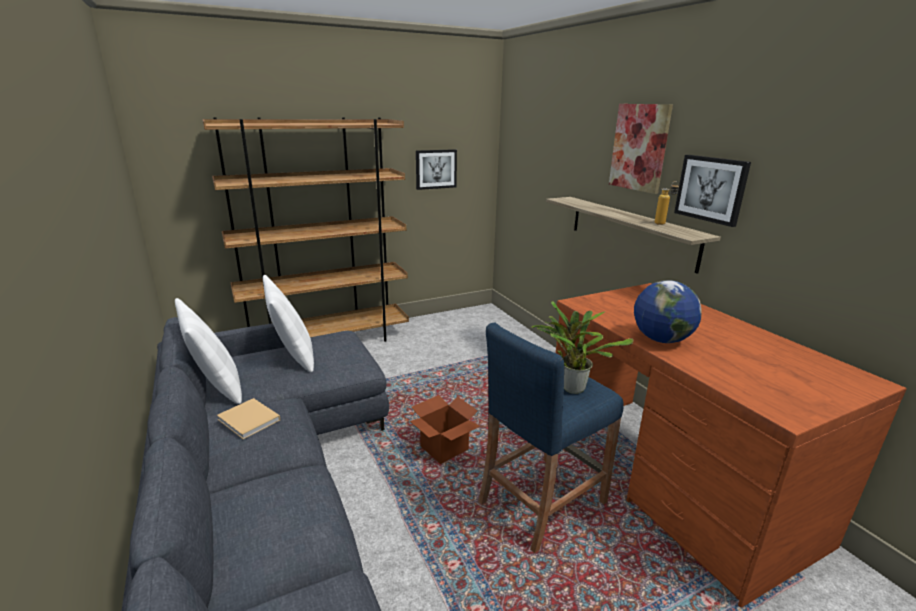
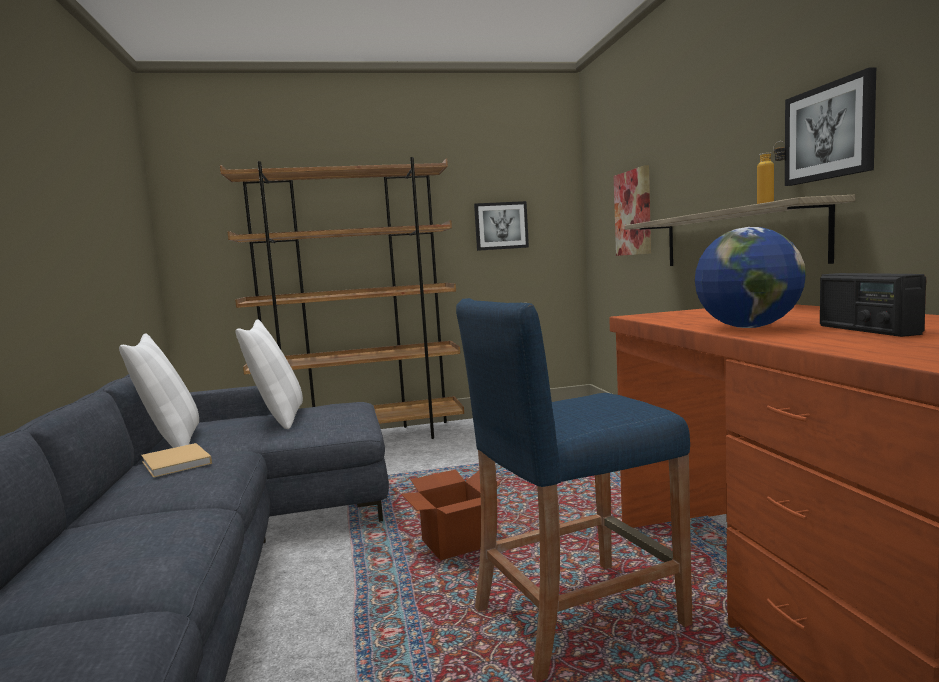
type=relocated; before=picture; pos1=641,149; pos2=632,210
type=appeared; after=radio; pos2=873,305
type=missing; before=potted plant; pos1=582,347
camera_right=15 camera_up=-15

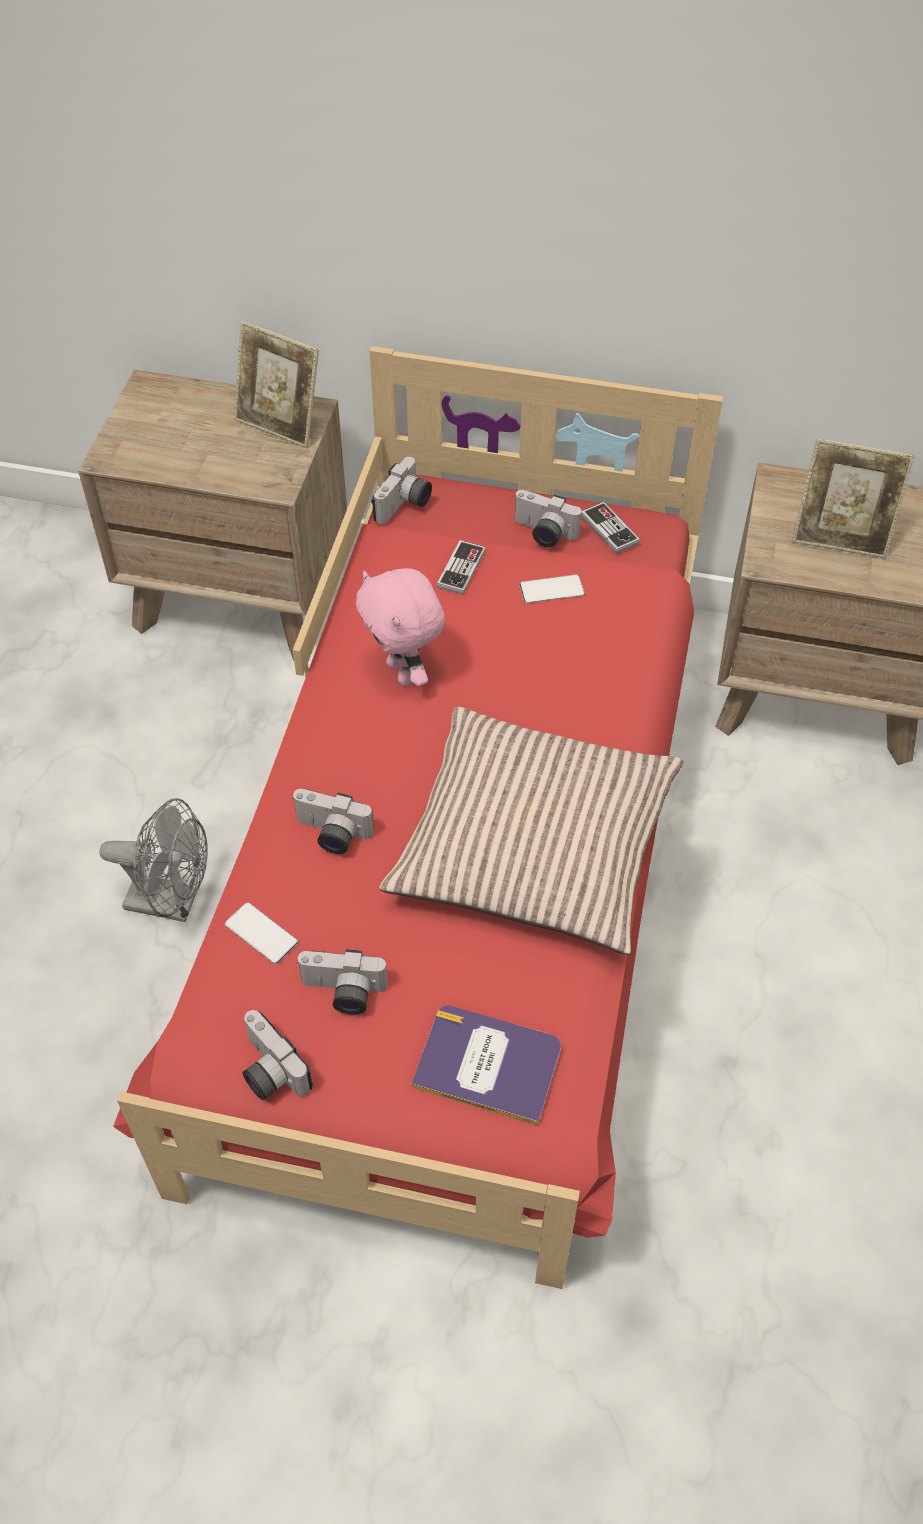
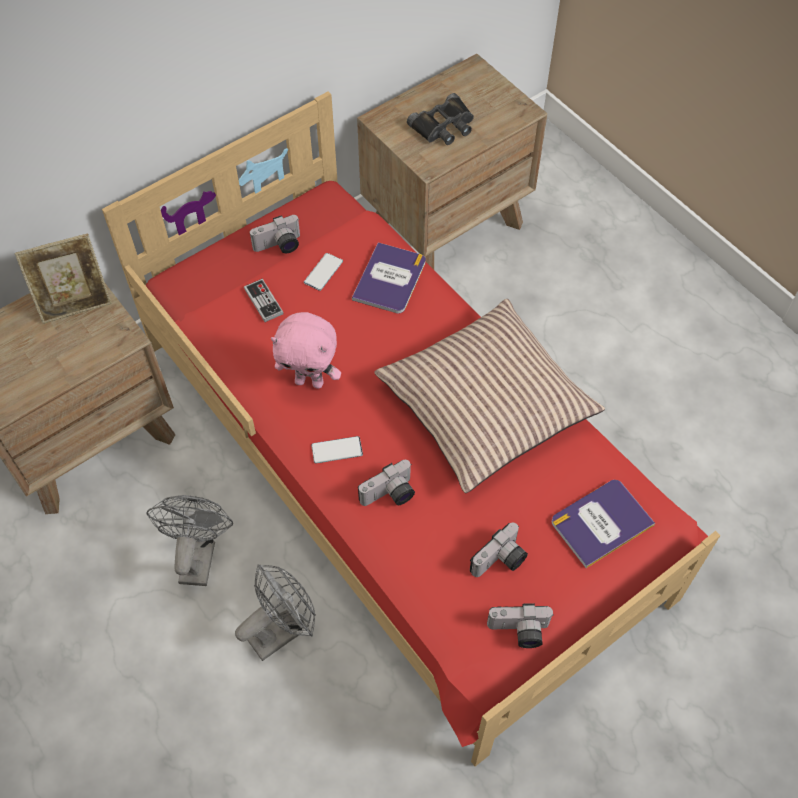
type=appeared; after=fan in grey; pos2=189,540
type=relocated; before=phone; pos1=261,933; pos2=337,449
type=appeared; after=book; pos2=389,277
type=exchanged; before=picture frame; after=binoculars in black; pos1=853,498; pos2=440,119
type=missing; before=photo camera; pos1=401,490
type=missing; before=game controller; pos1=610,528
camera_right=-50 camera_up=5

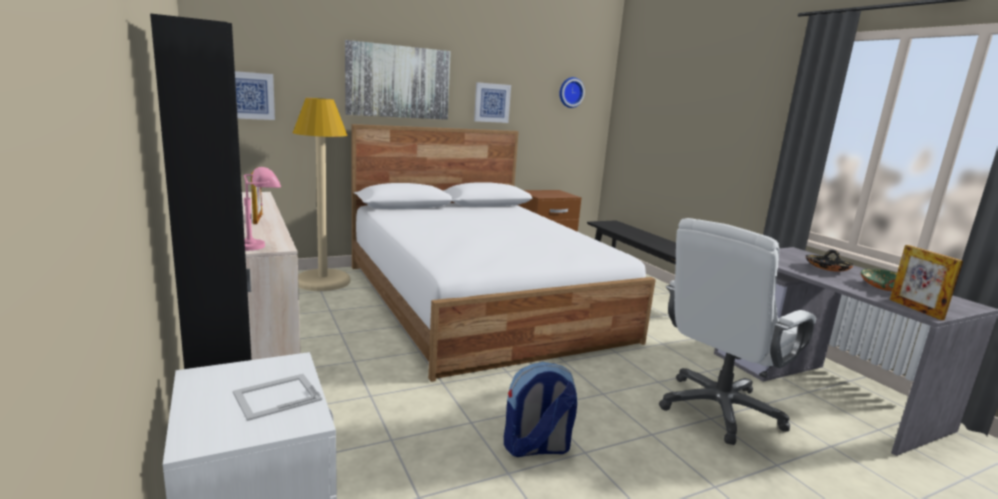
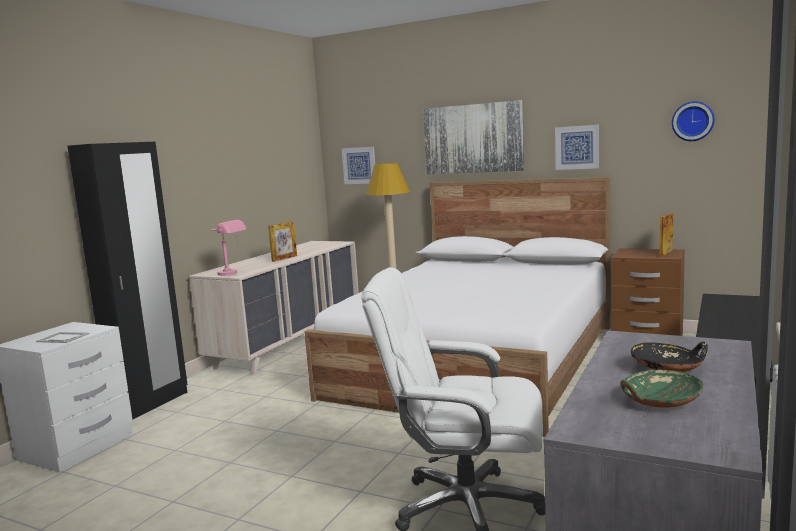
type=relocated; before=picture frame; pos1=926,282; pos2=666,235
type=missing; before=backpack; pos1=540,409
camera_right=55 camera_up=-5

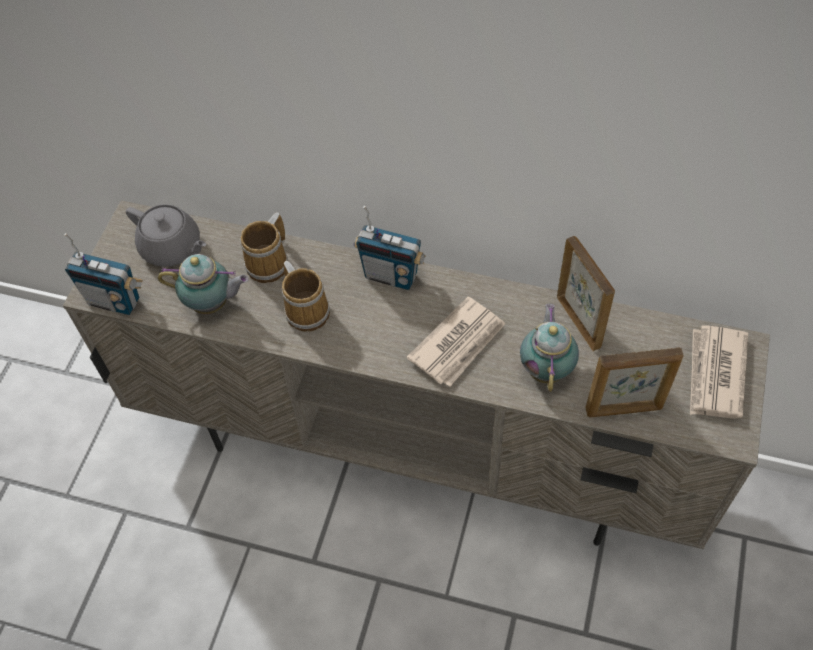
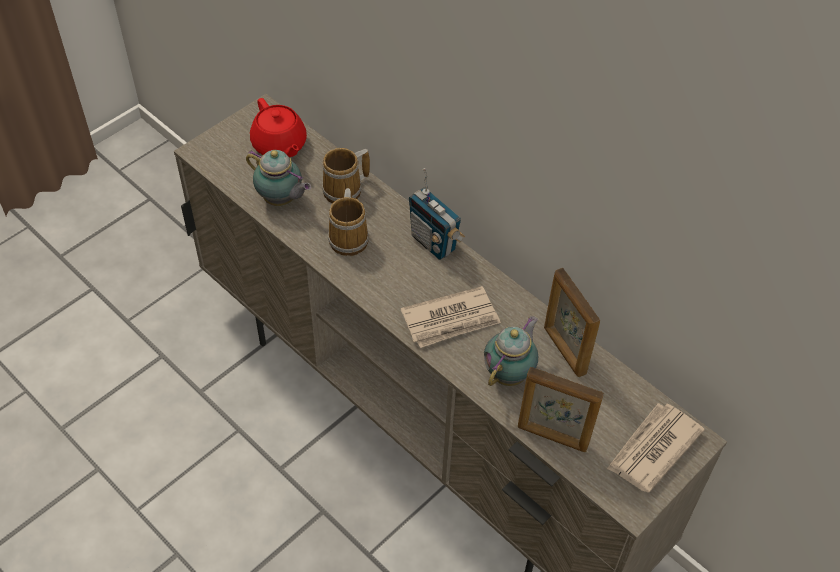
type=colour; before=teapot in grey; after=teapot in red; pos1=166,235; pos2=278,127
type=spun; before=picture frame; pos1=586,293; pos2=572,322; turn=150
type=missing; before=radio; pos1=103,274
camera_right=25 camera_up=-5

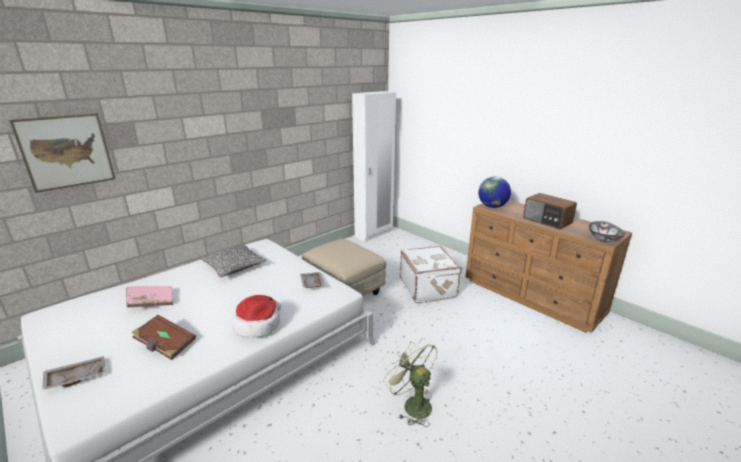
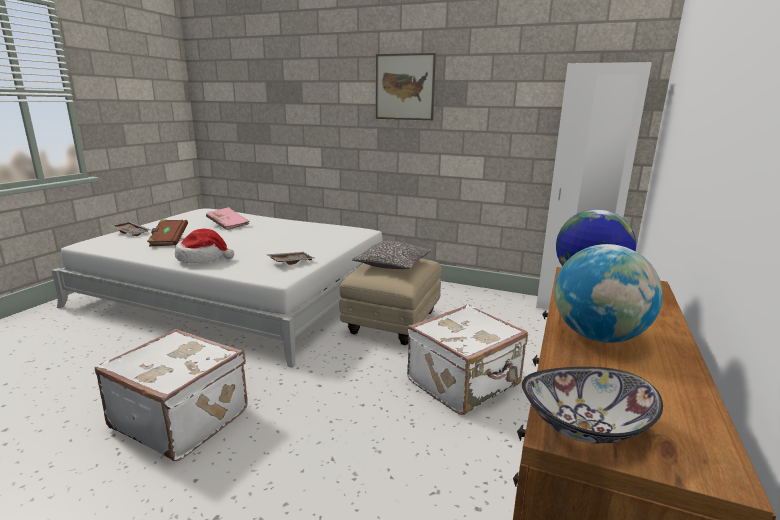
type=exchanged; before=fan in green; after=suitcase in white; pos1=410,382; pos2=171,395
type=relocated; before=pillow; pos1=233,260; pos2=391,255
type=relocated; before=picture; pos1=62,153; pos2=406,86
type=exchanged; before=radio; after=globe; pos1=550,211; pos2=608,293
camera_right=65 camera_up=-5

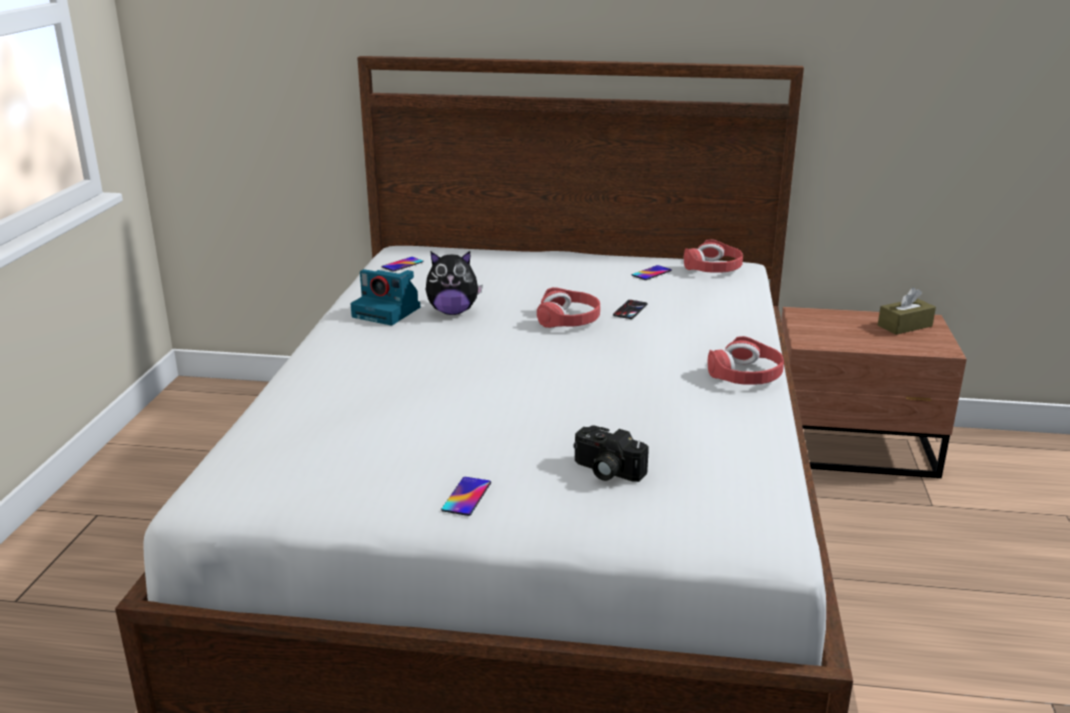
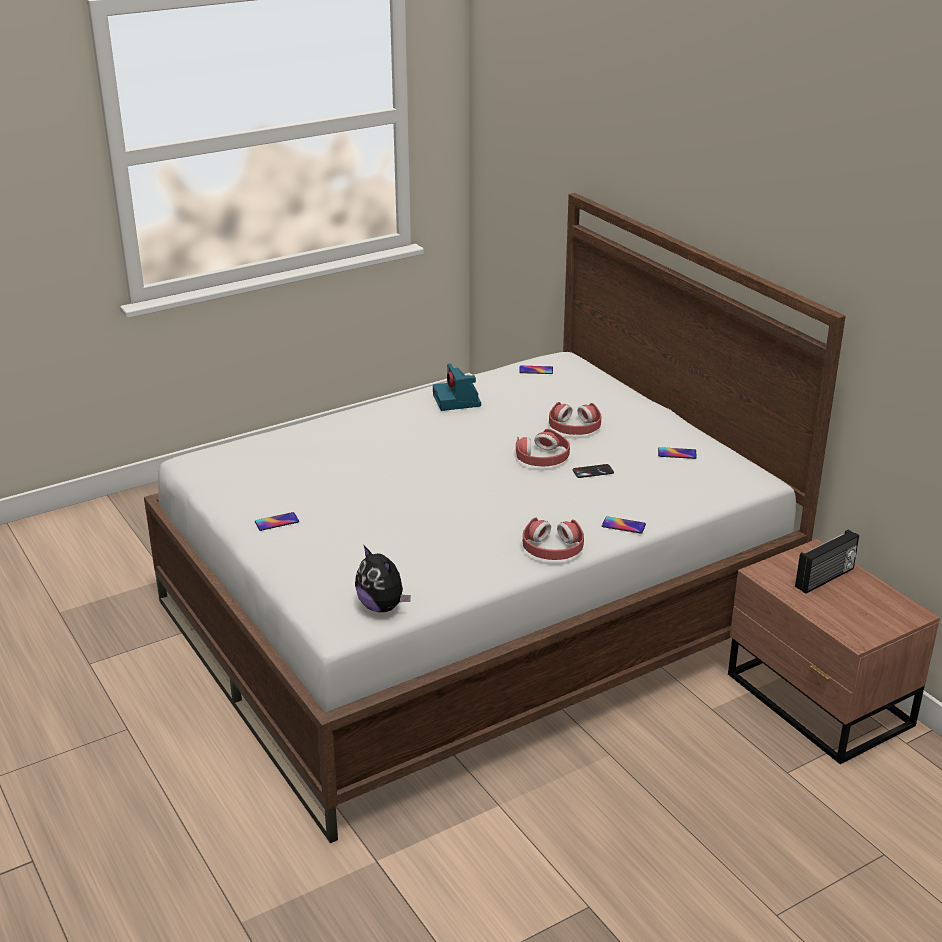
type=relocated; before=plush toy; pos1=454,283; pos2=383,579
type=relocated; before=headphones in red; pos1=713,256; pos2=575,418
type=appeared; after=phone; pos2=624,525
type=appeared; after=radio; pos2=827,562
type=missing; before=photo camera; pos1=611,454
type=missing; before=tissue box in brown; pos1=907,311
camera_right=50 camera_up=5

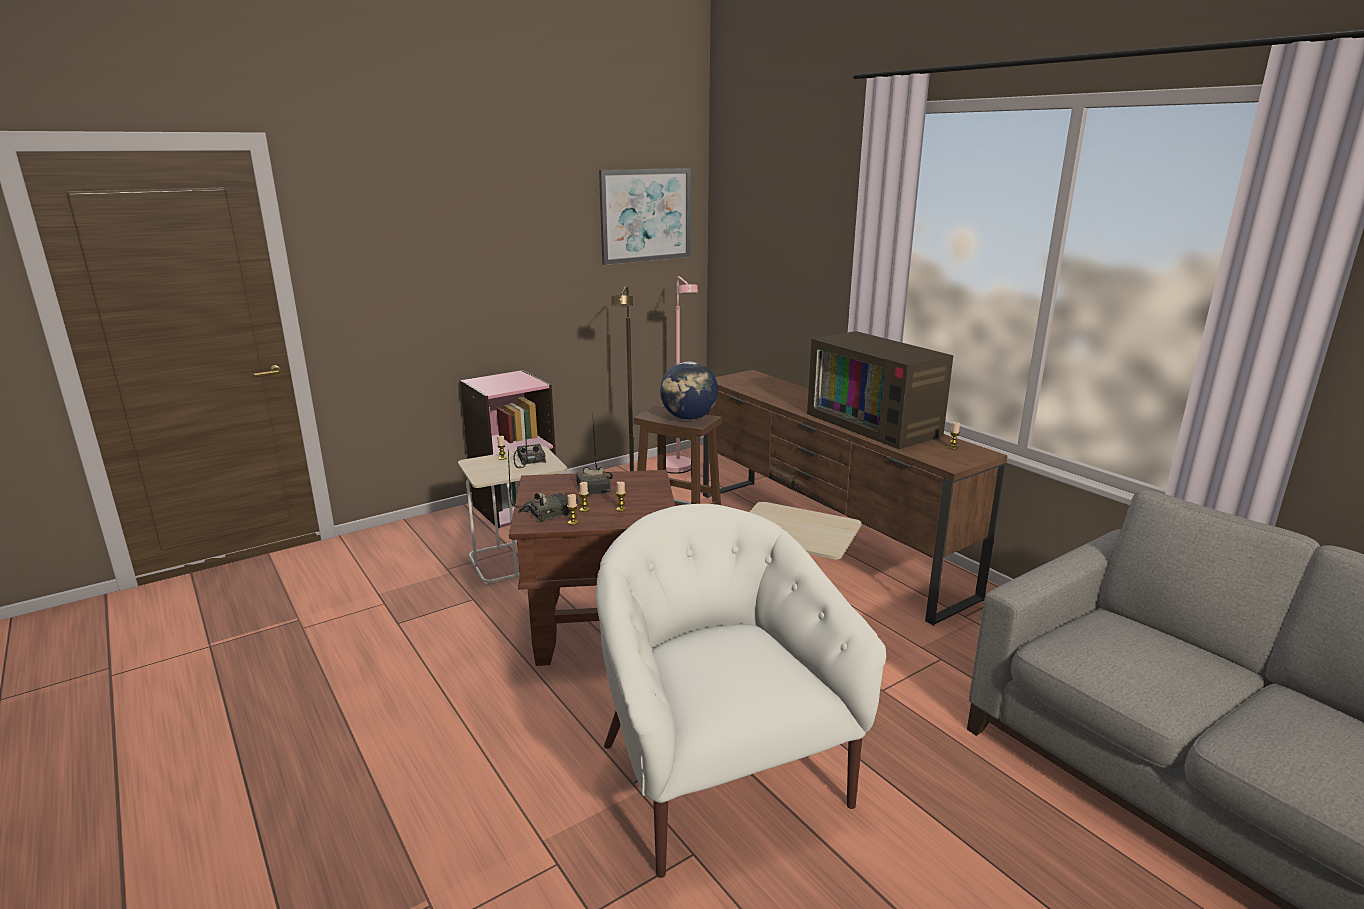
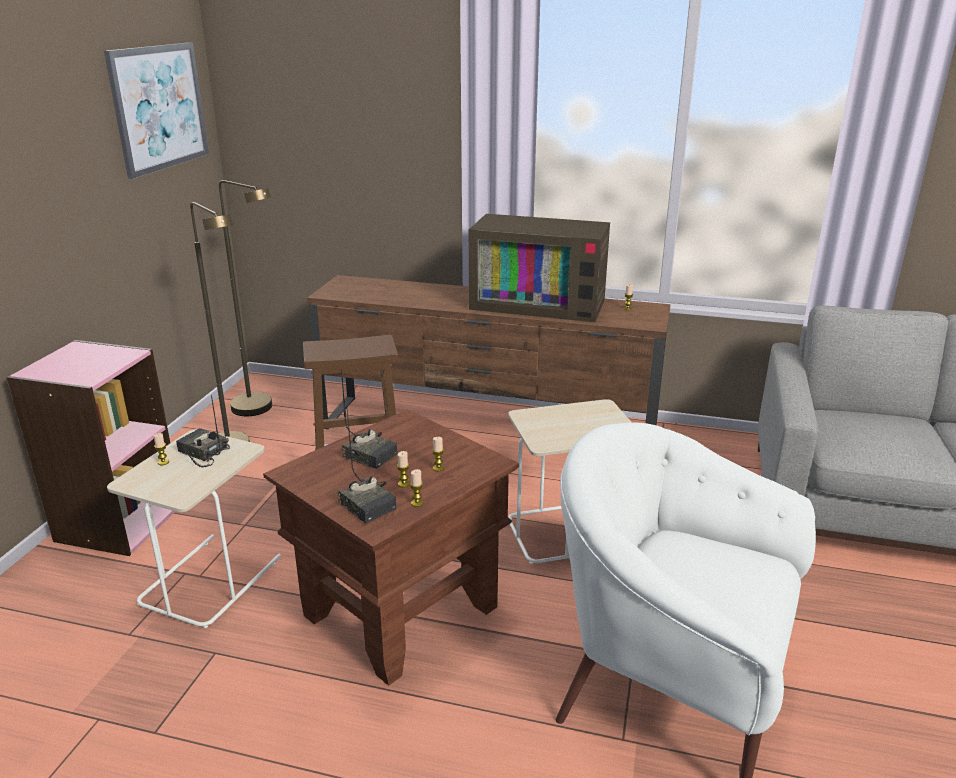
type=colour; before=floor lamp in pink; after=floor lamp in brown; pos1=682,375; pos2=245,298
type=spun; before=radio; pos1=539,486; pos2=367,467; turn=120
type=missing; before=globe; pos1=689,390
camera_right=-40 camera_up=5

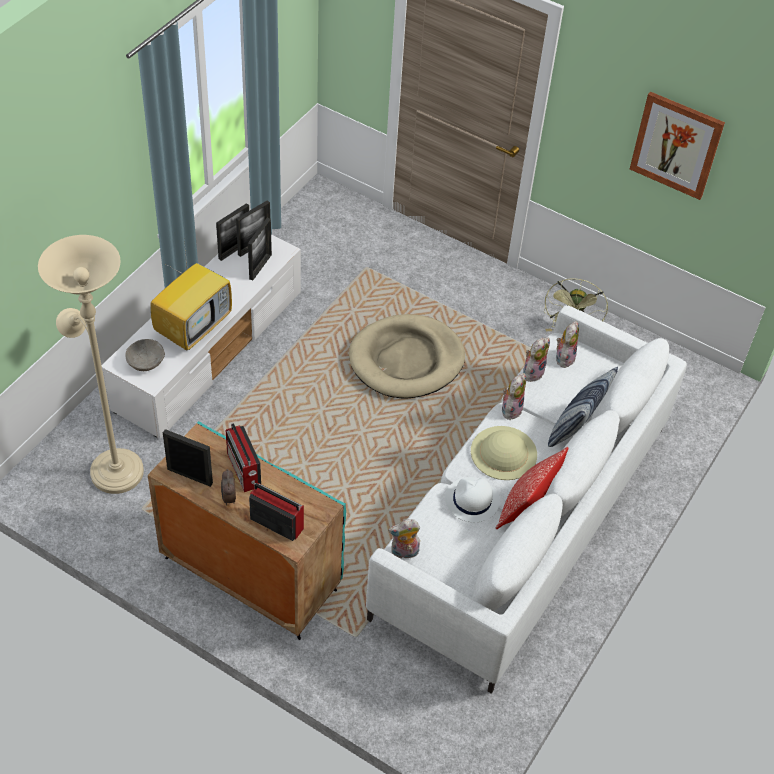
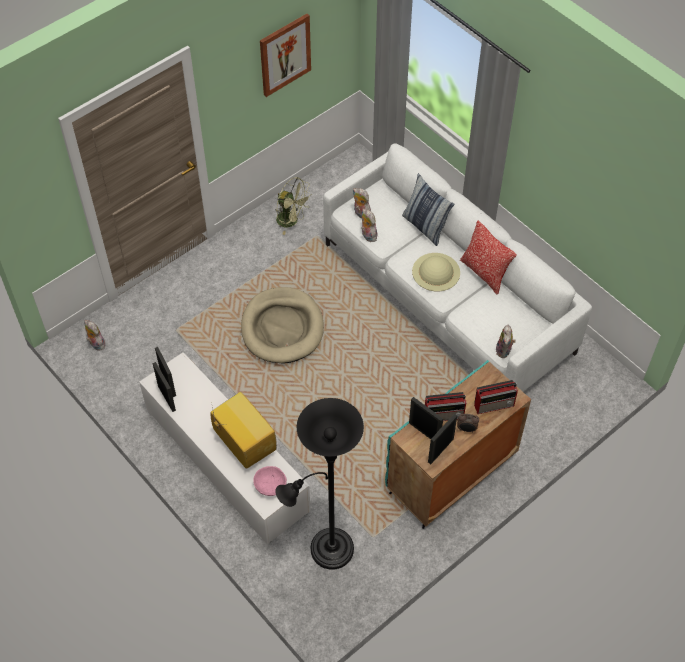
type=relocated; before=plush toy; pos1=514,396; pos2=95,335
type=colour; before=bowl in grey; after=bowl in pink; pos1=145,355; pos2=270,481
type=colour; before=floor lamp in beige; after=floor lamp in black; pos1=91,364; pos2=319,484
type=relocated; before=picture frame; pos1=260,249; pos2=426,418
type=spun; before=radio; pos1=276,512; pos2=496,397; turn=-150
type=missing; before=hat in white; pos1=472,499
camera_right=-70 camera_up=5

